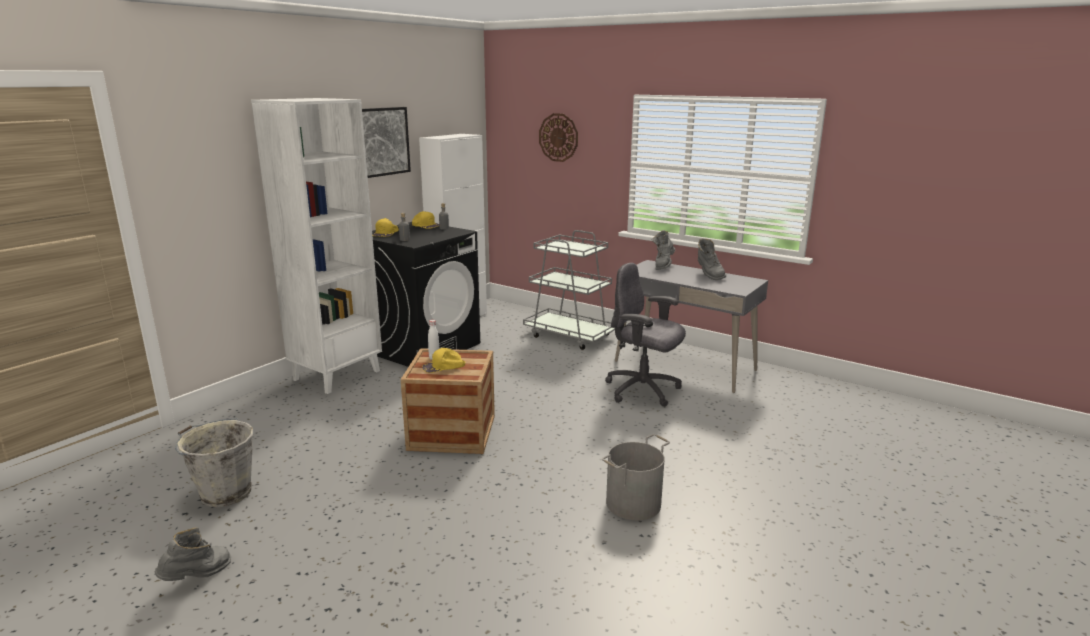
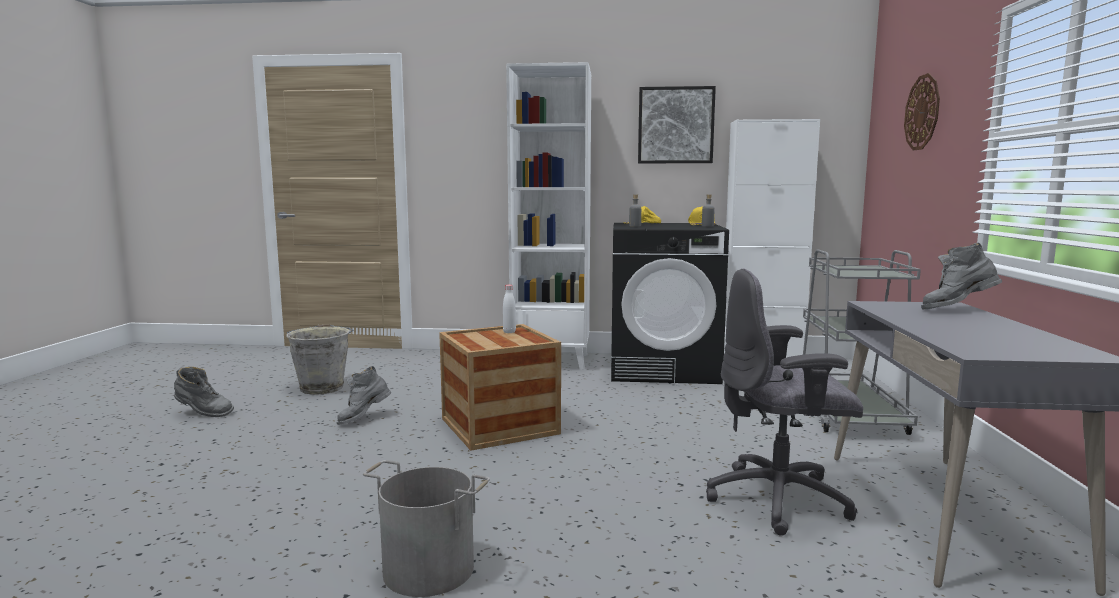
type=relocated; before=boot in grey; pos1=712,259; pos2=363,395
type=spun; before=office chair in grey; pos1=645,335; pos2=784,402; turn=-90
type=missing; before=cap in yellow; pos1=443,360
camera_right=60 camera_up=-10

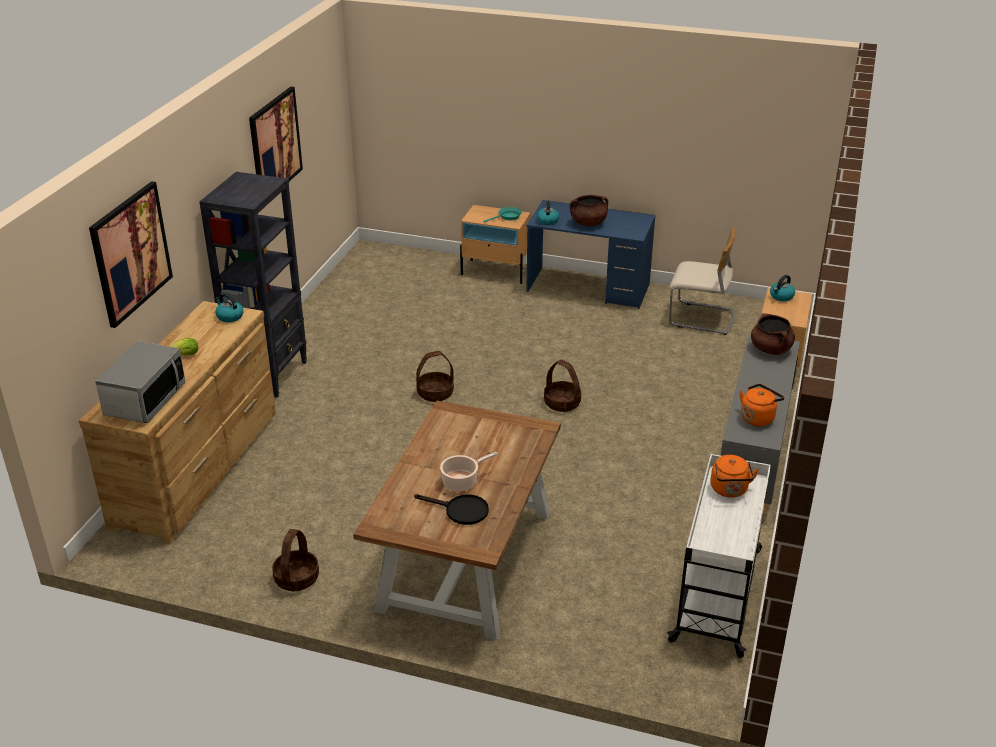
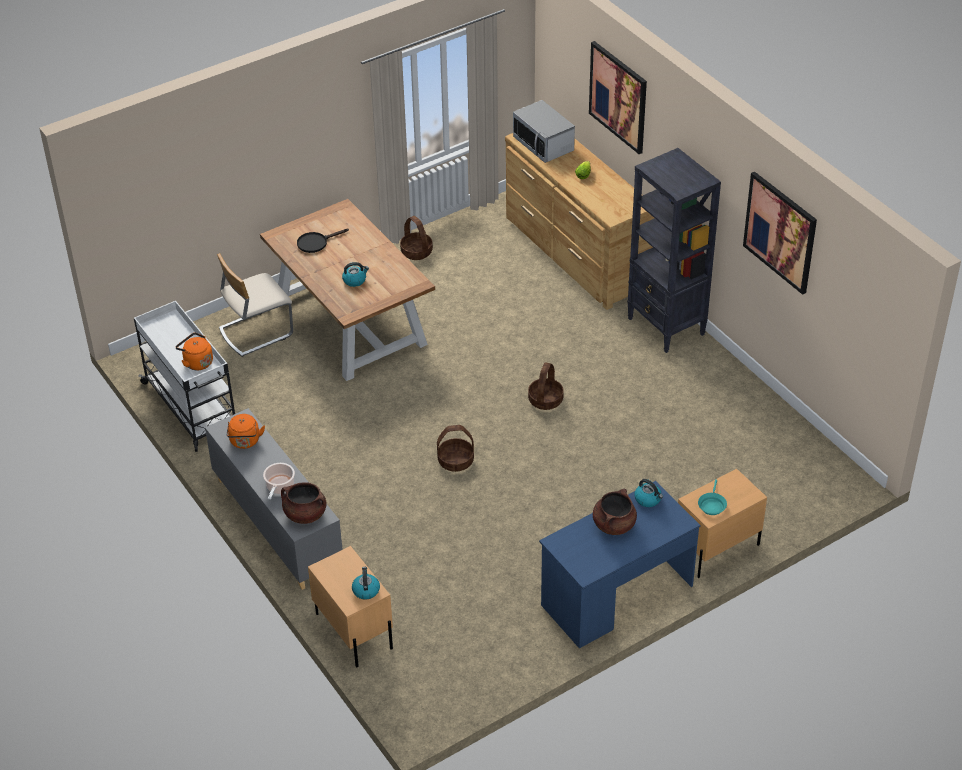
type=relocated; before=chair in beige; pos1=702,281; pos2=255,305
type=relocated; before=cooking pot; pos1=469,471; pos2=279,481
type=relocated; before=kettle; pos1=229,307; pos2=355,274
camera_right=130 camera_up=10

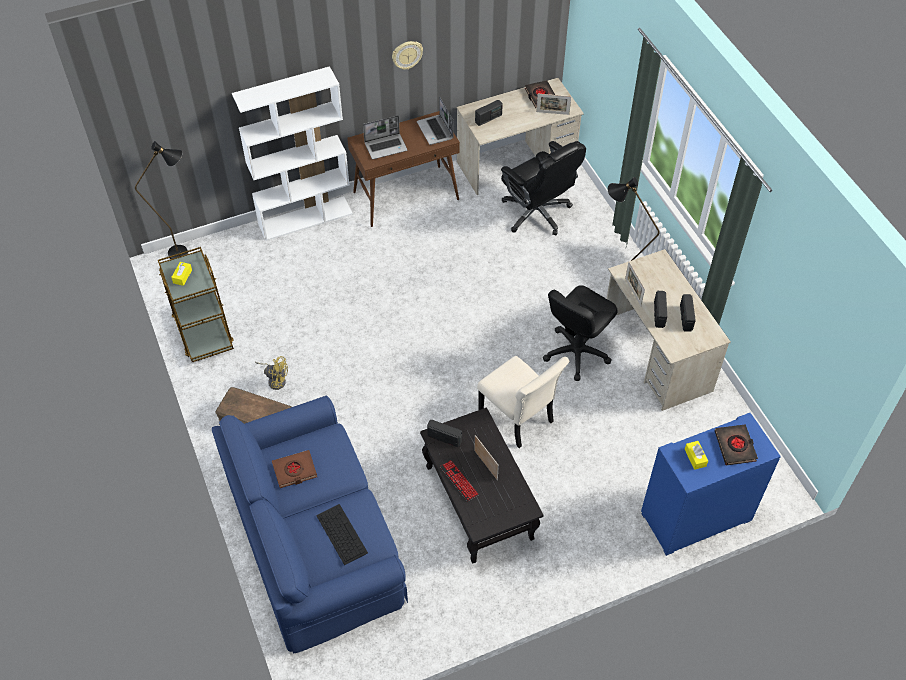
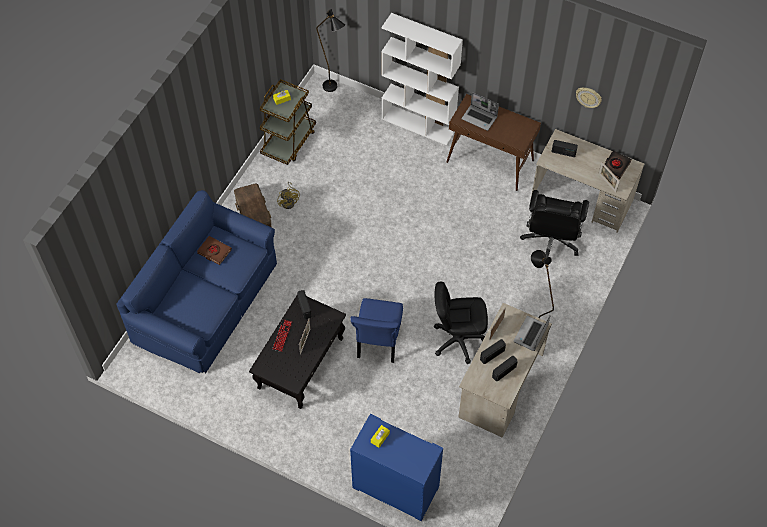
type=colour; before=chair in beige; after=chair in blue; pos1=523,402; pos2=376,330
type=relocated; before=laptop; pos1=435,121; pos2=532,332
type=relocated; before=wall clock; pos1=407,55; pos2=589,98
type=missing; before=keyboard; pos1=342,534
type=missing; before=book in black; pos1=736,444
camera_right=50 camera_up=5

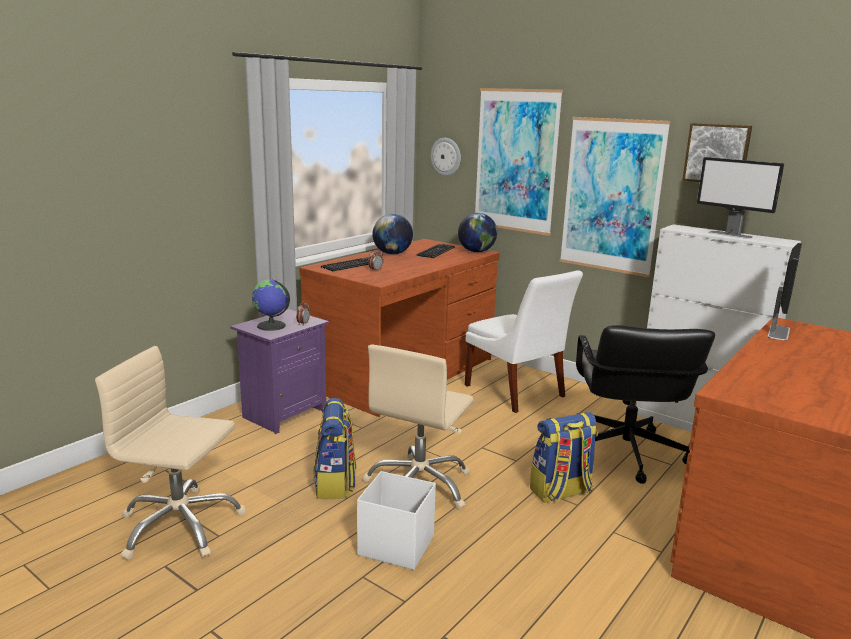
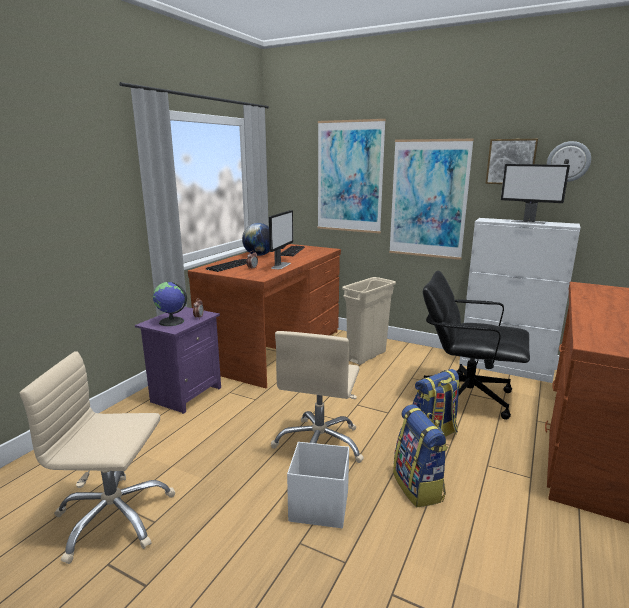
type=relocated; before=monitor; pos1=785,291; pos2=281,239
type=exchanged; before=chair in white; after=trash can in beige; pos1=524,341; pos2=369,321
type=relocated; before=backpack; pos1=334,448; pos2=420,455
type=spun; before=office chair in black; pos1=645,404; pos2=476,345; turn=120
type=relocated; before=wall clock; pos1=445,157; pos2=569,161
type=missing; before=globe; pos1=477,232
camera_right=-10 camera_up=0

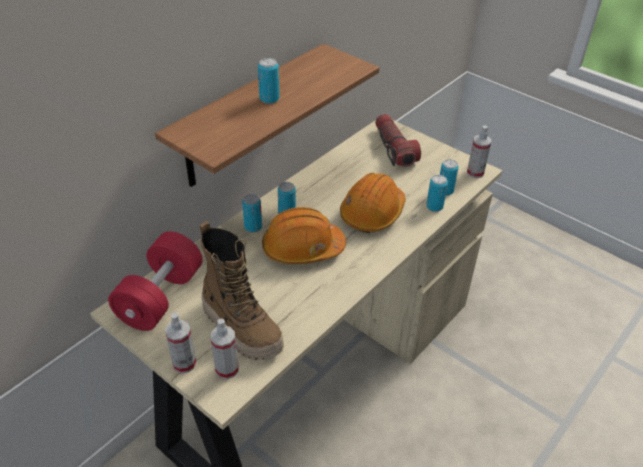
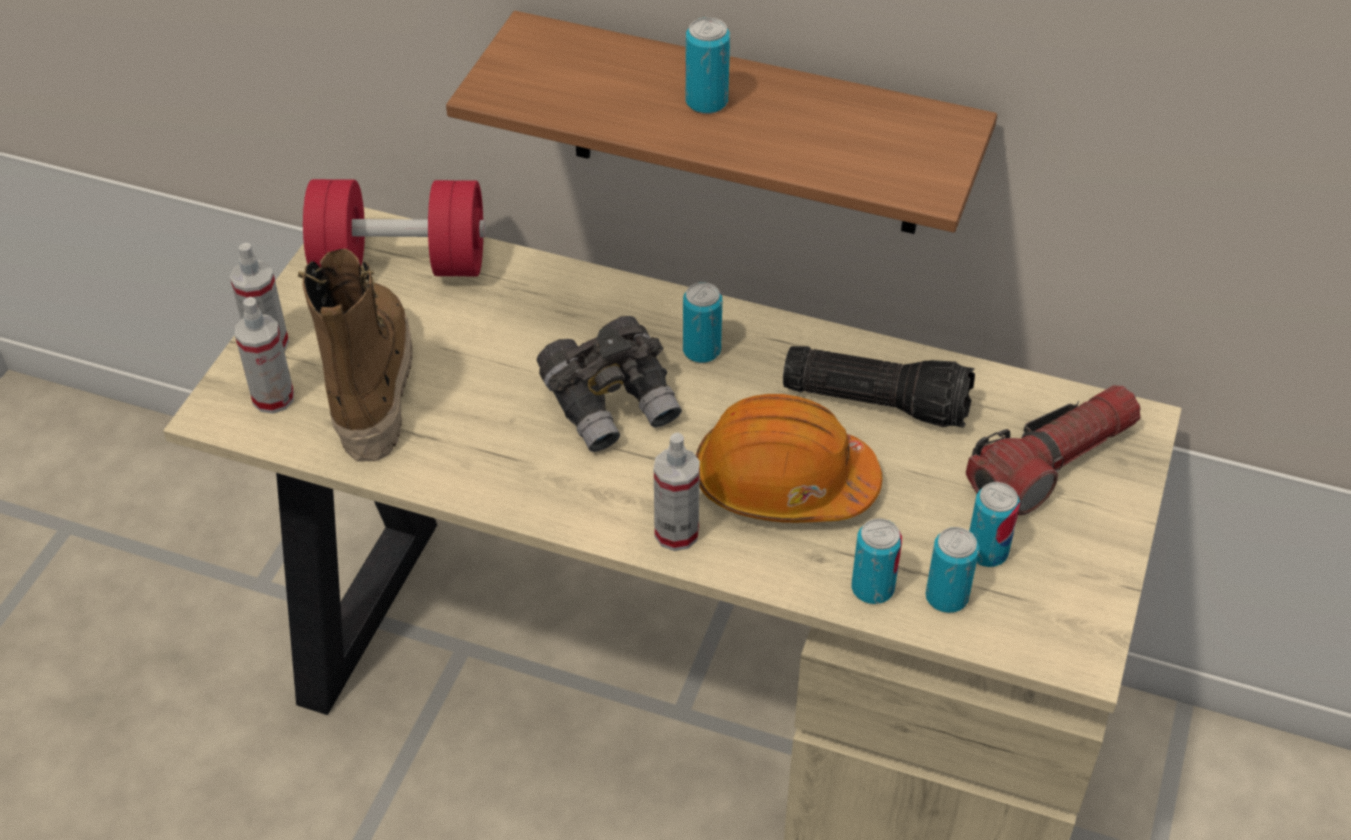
type=spun; before=boot; pos1=242,291; pos2=355,355; turn=150
type=exchanged; before=hard hat in orange; after=binoculars in grey; pos1=304,235; pos2=609,384
type=relocated; before=spray bottle; pos1=479,151; pos2=677,491
type=appeared; after=flashlight; pos2=879,387
type=relocated; before=can; pos1=252,213; pos2=994,524
camera_right=70 camera_up=5

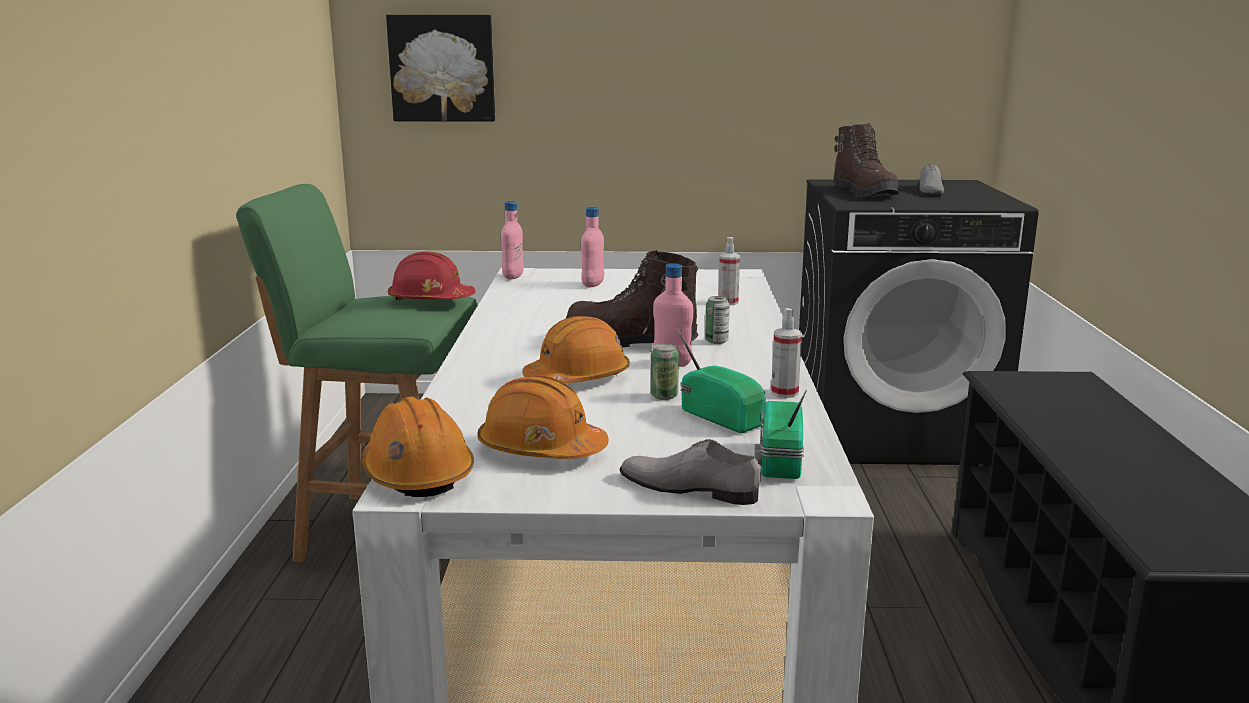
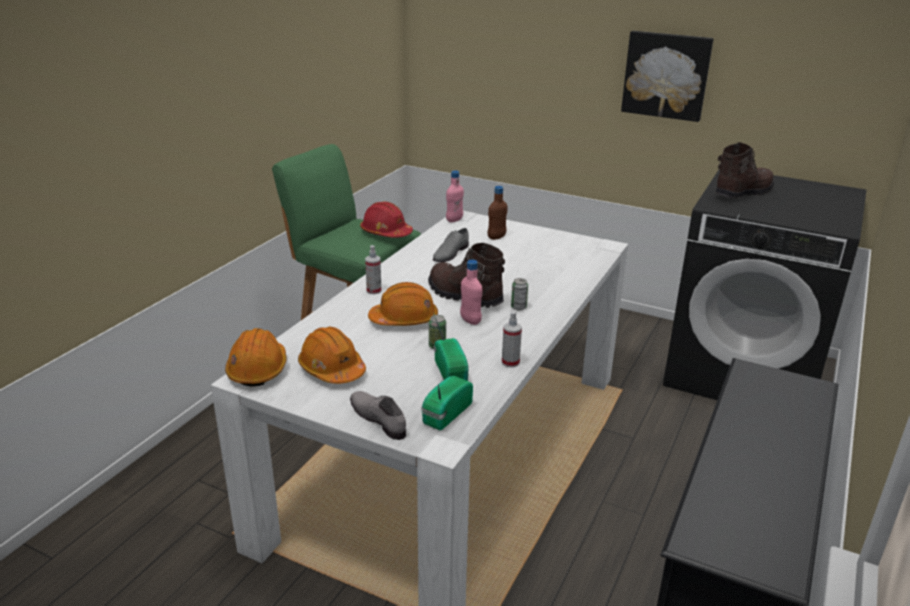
type=relocated; before=spray bottle; pos1=729,271; pos2=373,269
type=relocated; before=shoe in grey; pos1=931,178; pos2=451,245
type=colour; before=bottle in pink; after=bottle in brown; pos1=592,247; pos2=498,213
type=relocated; before=picture; pos1=440,68; pos2=667,76
type=spun; before=boot in brown; pos1=866,160; pos2=744,170; turn=-135
camera_right=25 camera_up=10

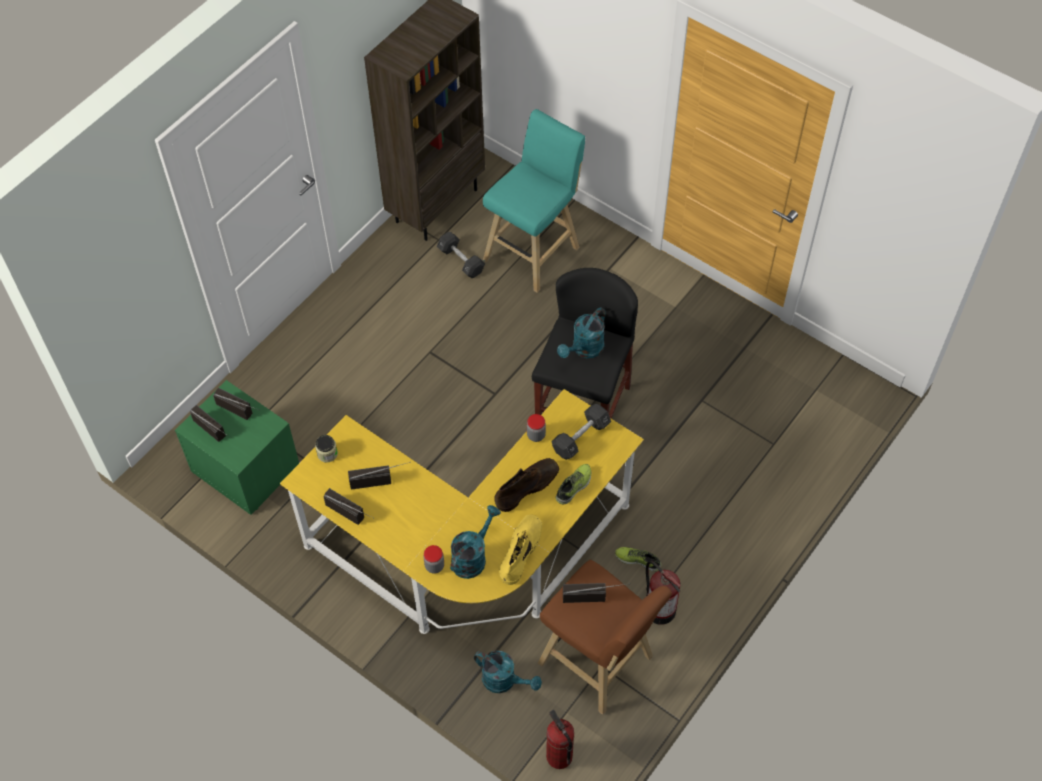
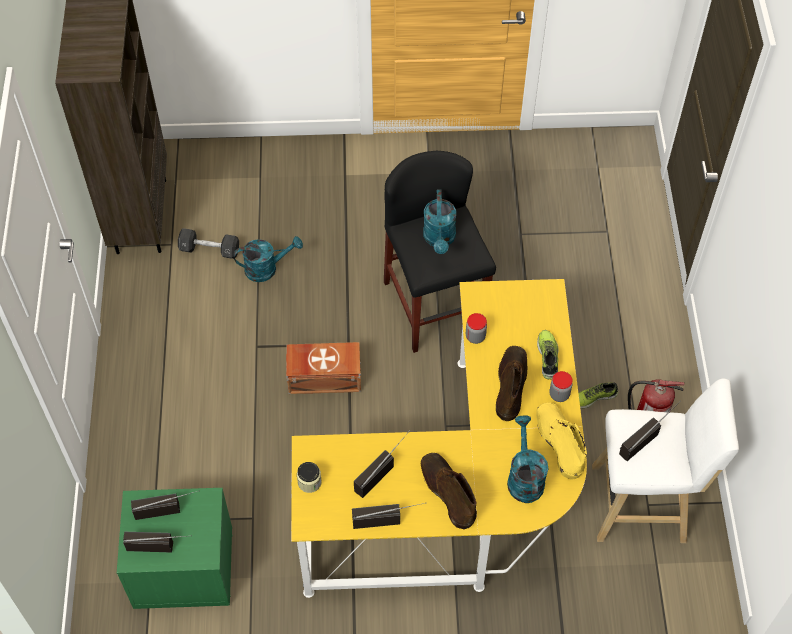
type=relocated; before=watering can in turquoise; pos1=508,671; pos2=268,259
type=appeared; after=storage box in brown; pos2=323,368
type=appeared; after=boot in brown; pos2=449,491
type=relocated; before=jar; pos1=433,559; pos2=561,386
type=colour; before=stool in brown; after=stool in white; pos1=605,637; pos2=665,461
type=missing; before=stool in turquoise; pos1=534,201
type=missing; before=fire extinguisher; pos1=560,739
type=missing; before=dumbbell in black; pos1=581,431
camera_right=-40 camera_up=0

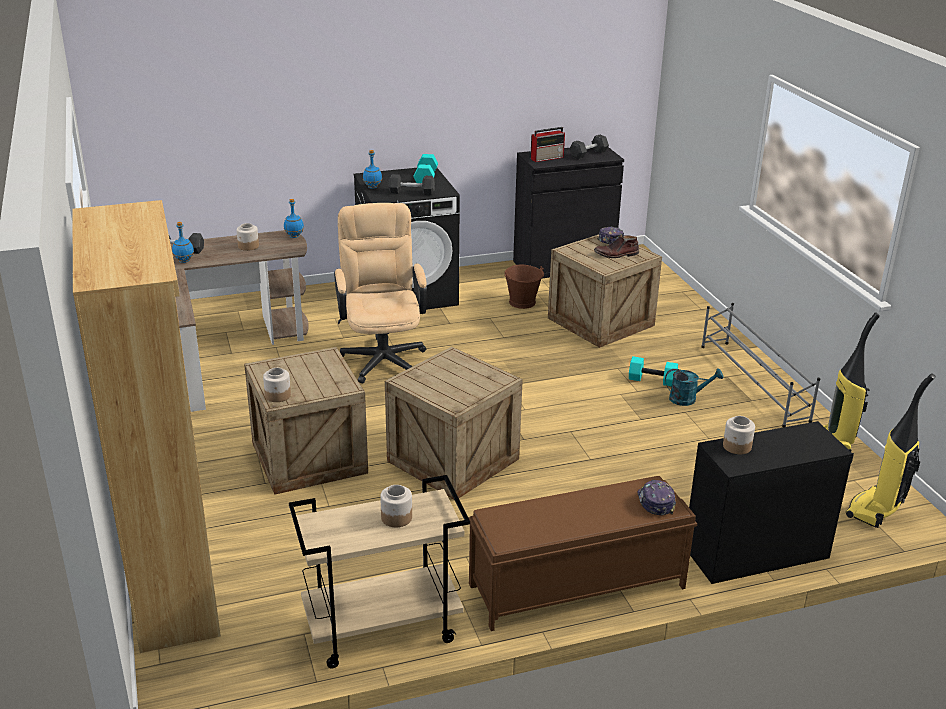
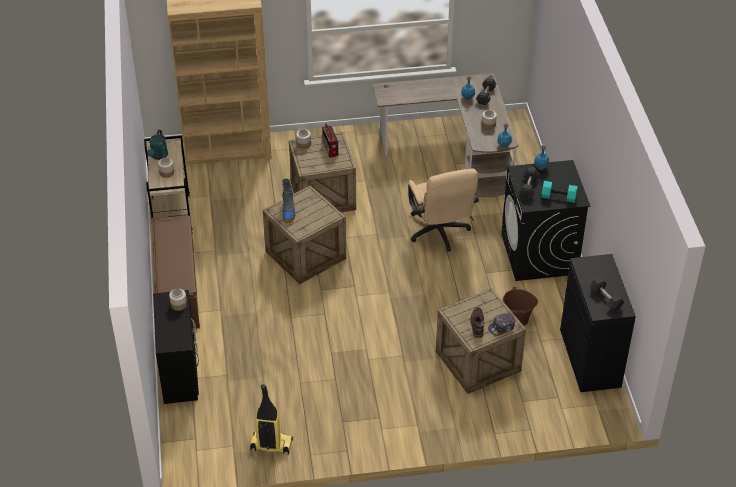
type=relocated; before=watering can in turquoise; pos1=694,387; pos2=157,145
type=appeared; after=boot; pos2=288,201
type=relocated; before=radio; pos1=547,144; pos2=330,140
type=spun; before=office chair in beige; pos1=380,293; pos2=443,210; turn=75
type=missing; before=dumbbell in turquoise; pos1=653,371
type=missing; before=cap; pos1=657,497
type=missing; before=shoe rack in grey; pos1=760,365
type=missing; before=vacuum cleaner; pos1=891,451
camera_right=100 camera_up=15

